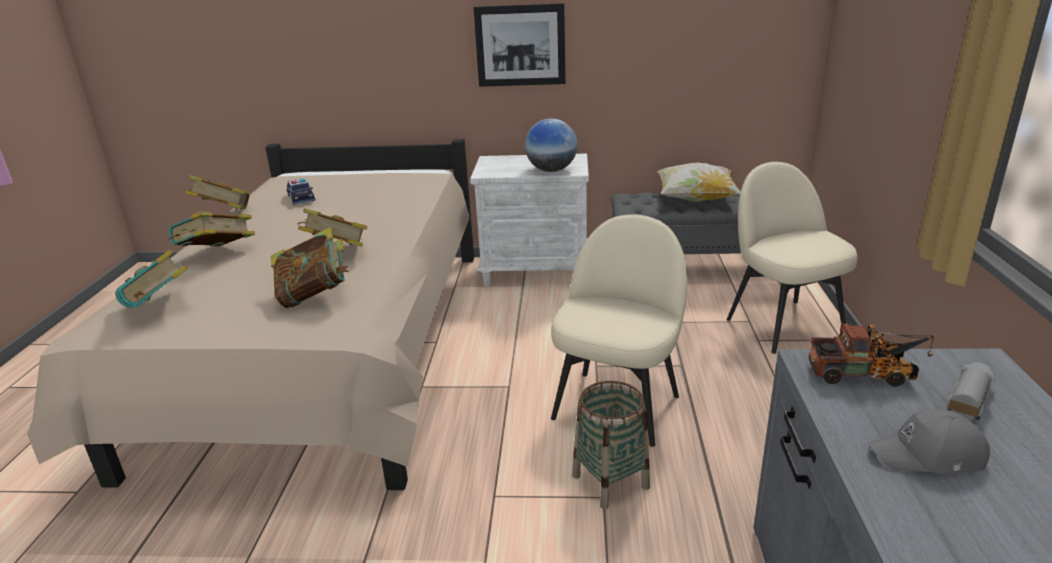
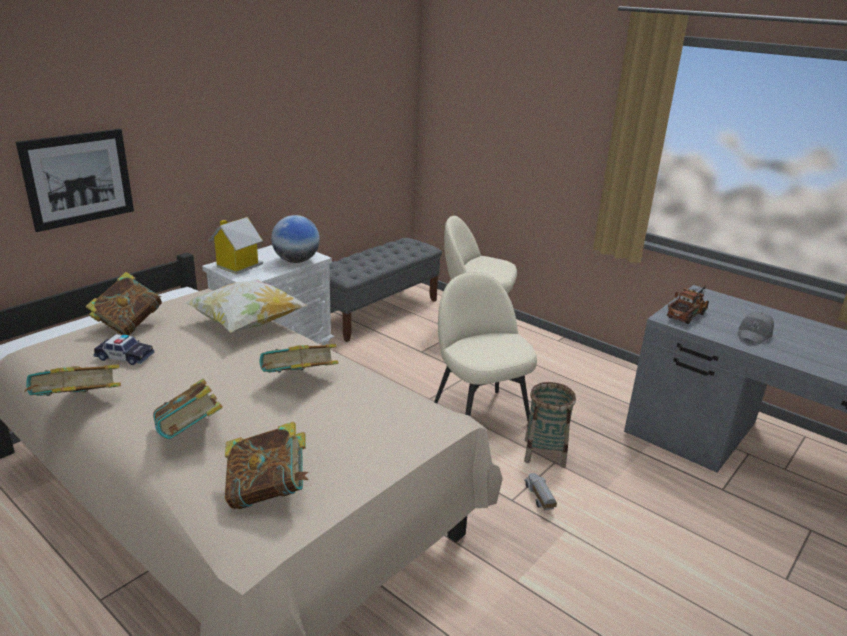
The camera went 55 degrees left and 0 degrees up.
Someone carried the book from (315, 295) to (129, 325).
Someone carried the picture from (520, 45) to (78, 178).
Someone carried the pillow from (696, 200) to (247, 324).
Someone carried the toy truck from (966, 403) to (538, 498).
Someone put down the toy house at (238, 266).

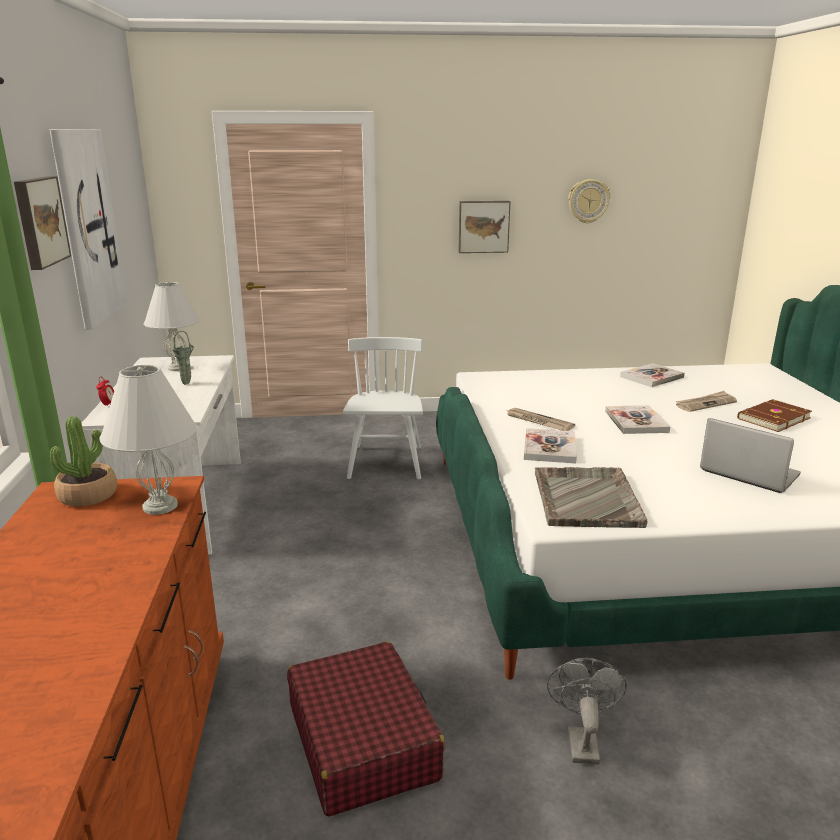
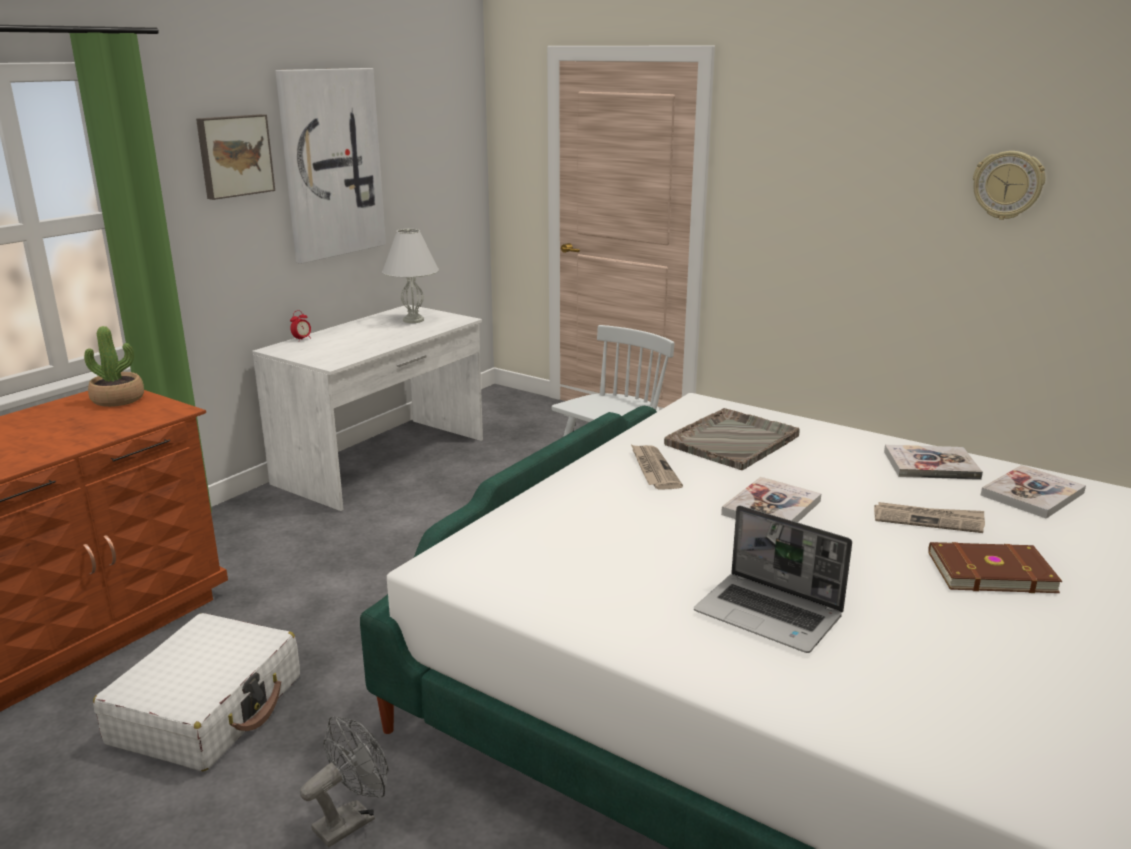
The camera went 40 degrees right and 0 degrees up.
Someone took away the white table lamp at (160, 506).
Someone took away the green vase at (187, 383).
Someone repainted the red suitcase at (362, 741), which became the white suitcase at (208, 709).
Someone took away the picture at (483, 226).
Someone carried the book from (549, 448) to (1032, 494).
Someone carried the grey tray from (586, 498) to (733, 440).
Someone rotated the laptop at (747, 473) by 135 degrees clockwise.

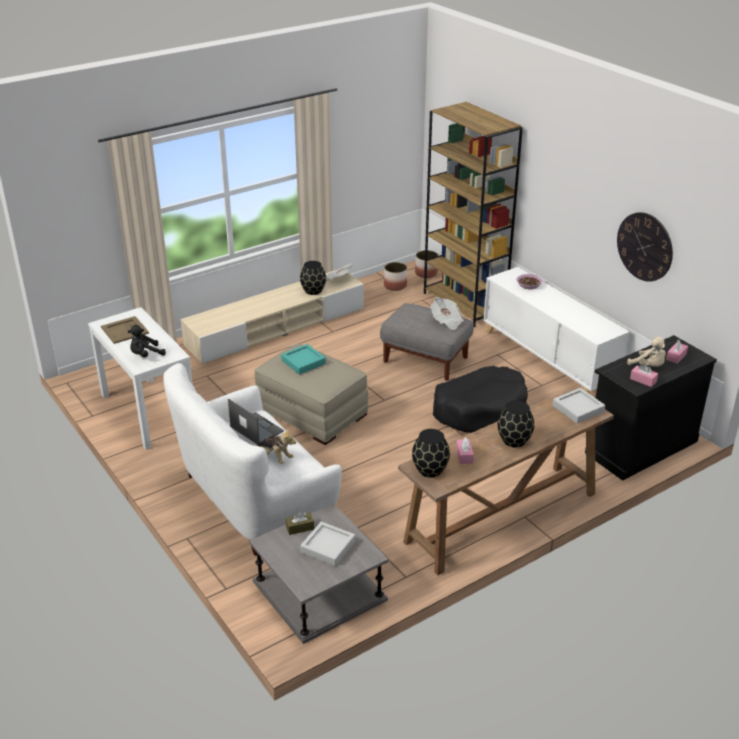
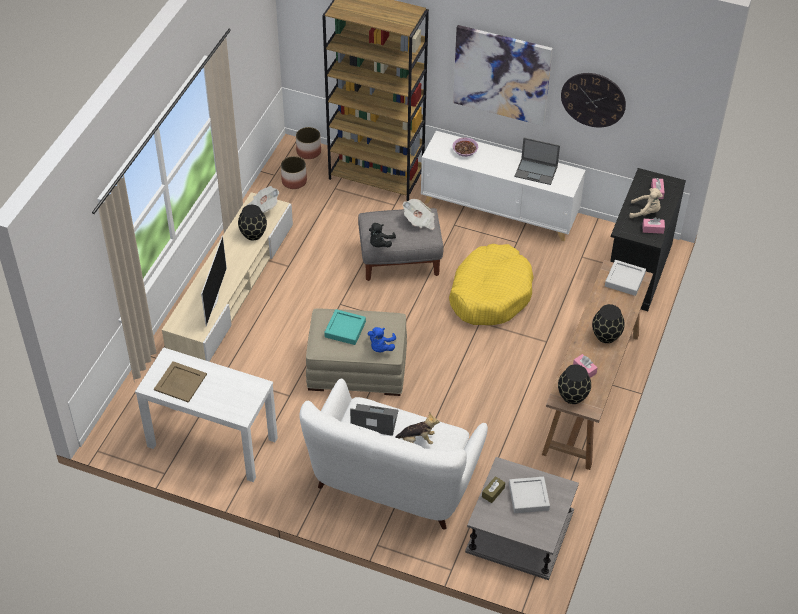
The camera went 35 degrees left and 15 degrees up.
Someone carried the black plush toy from (146, 355) to (380, 244).
Someone repainted the black dog bed at (480, 409), which became the yellow dog bed at (490, 294).
Someone put down the television at (213, 301).
Someone put down the blue plush toy at (381, 347).
Someone put up the picture at (501, 75).
Someone put down the laptop at (536, 171).

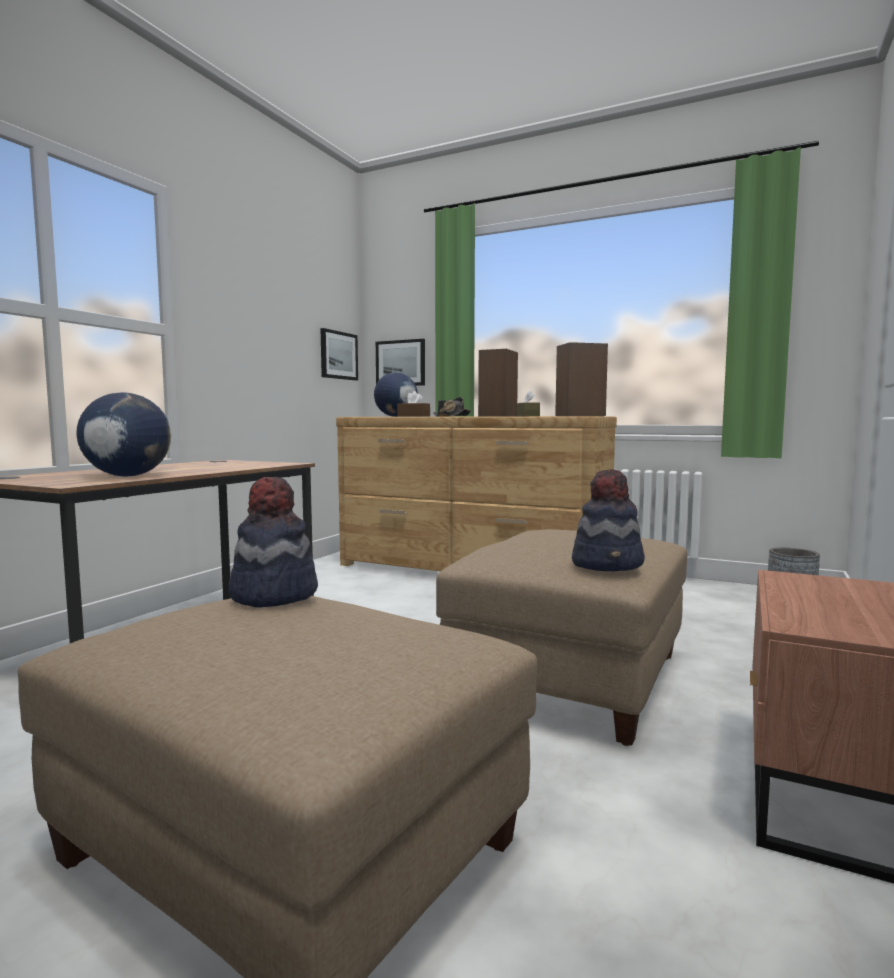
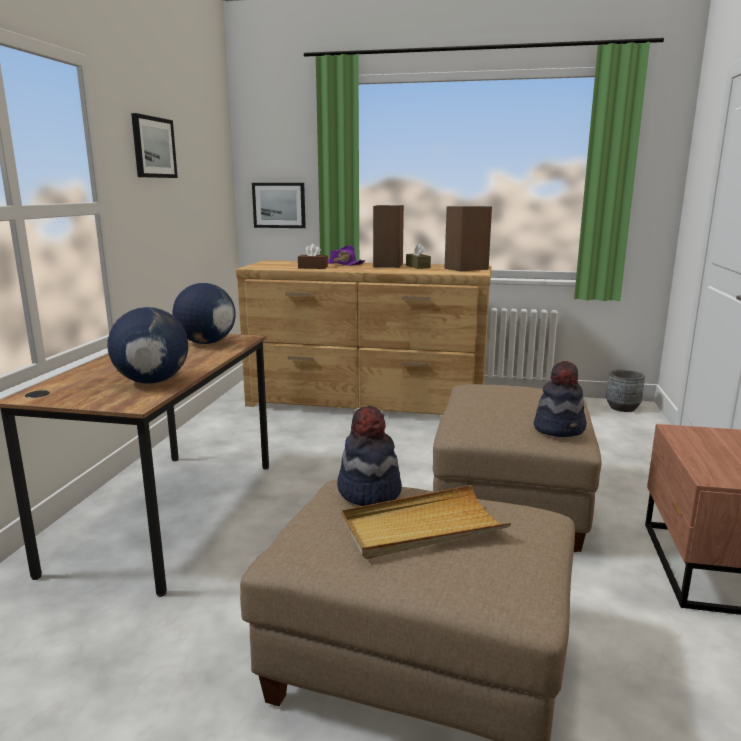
The camera went 15 degrees left and 10 degrees up.
Someone carried the picture from (338, 355) to (153, 147).
Someone carried the globe from (395, 416) to (206, 343).
Someone repainted the black hat at (450, 416), which became the purple hat at (342, 264).
Someone put down the beige tray at (422, 527).

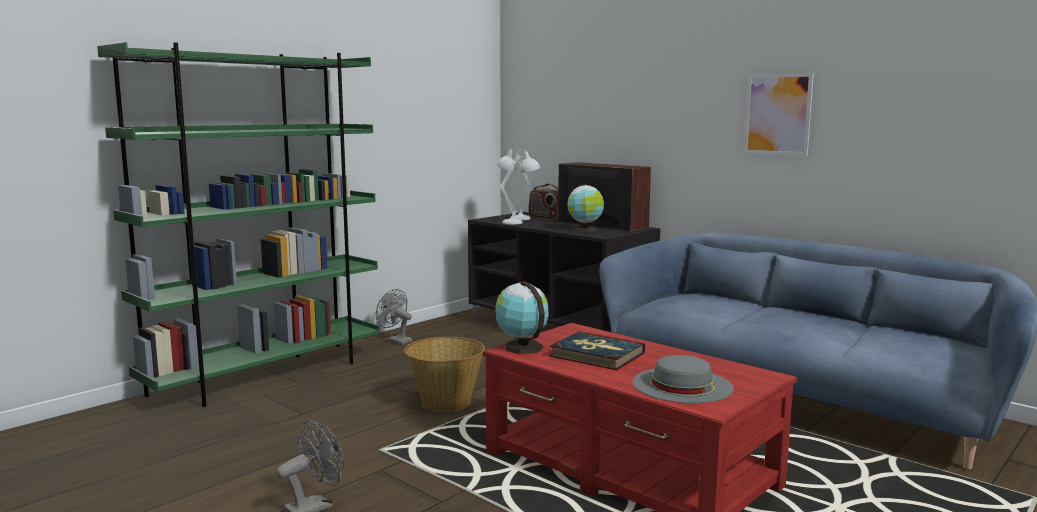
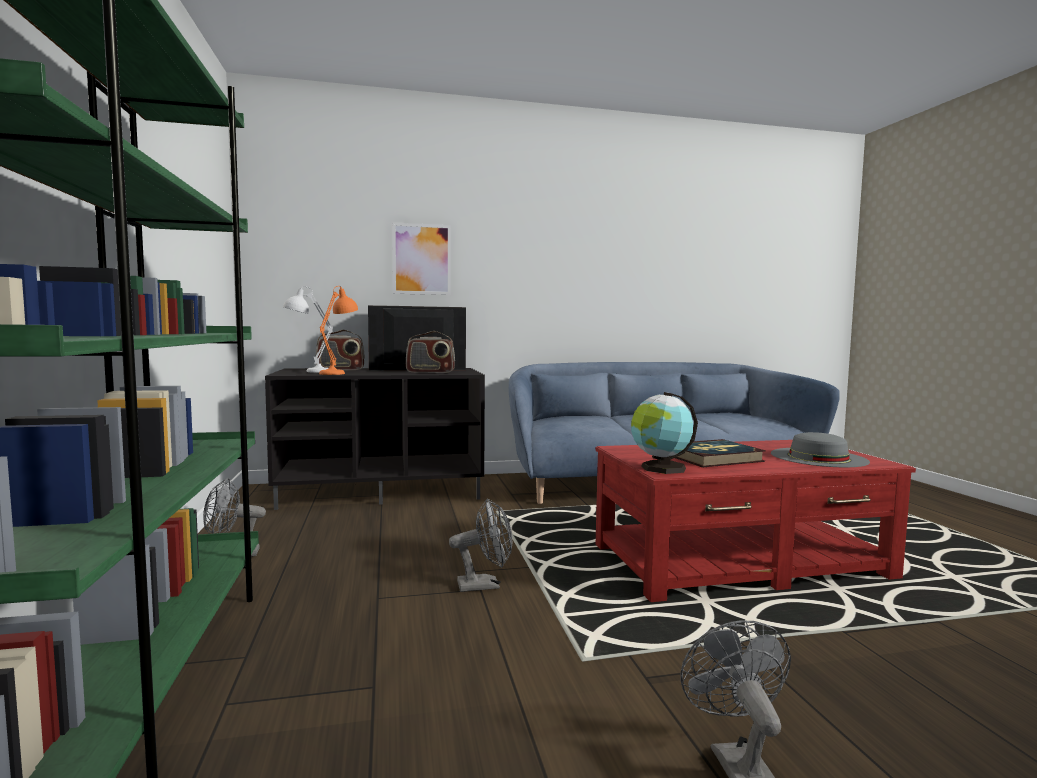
The camera went 55 degrees left and 5 degrees down.
Someone swapped the basket at (445, 402) for the grey fan at (485, 585).
Someone repainted the white table lamp at (521, 222), which became the orange table lamp at (340, 373).
Someone swapped the globe at (585, 230) for the radio at (430, 372).
Someone carried the picture from (777, 114) to (421, 259).

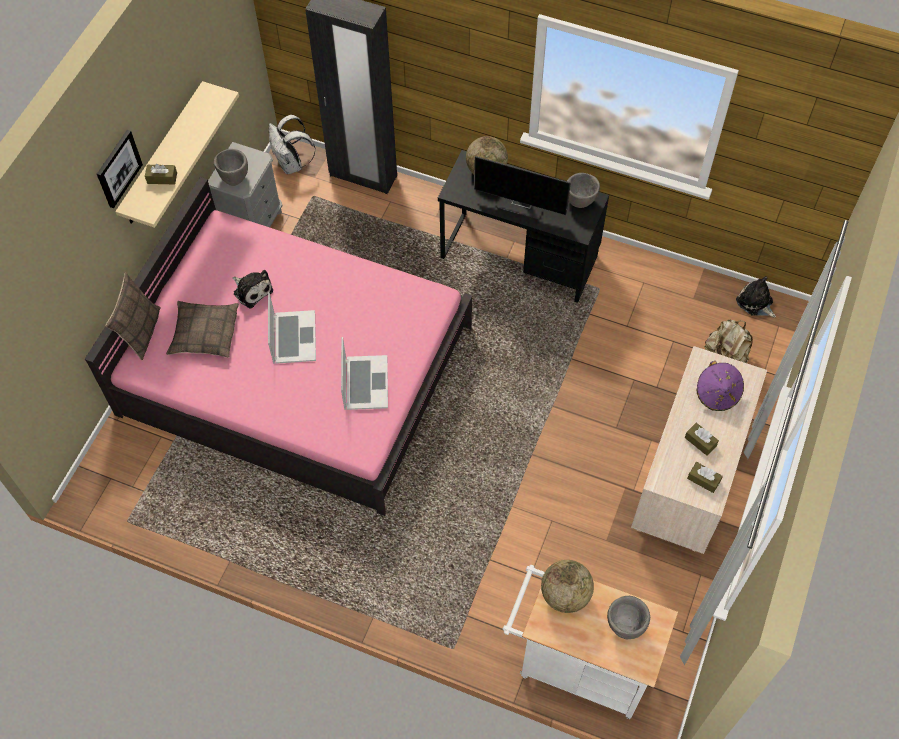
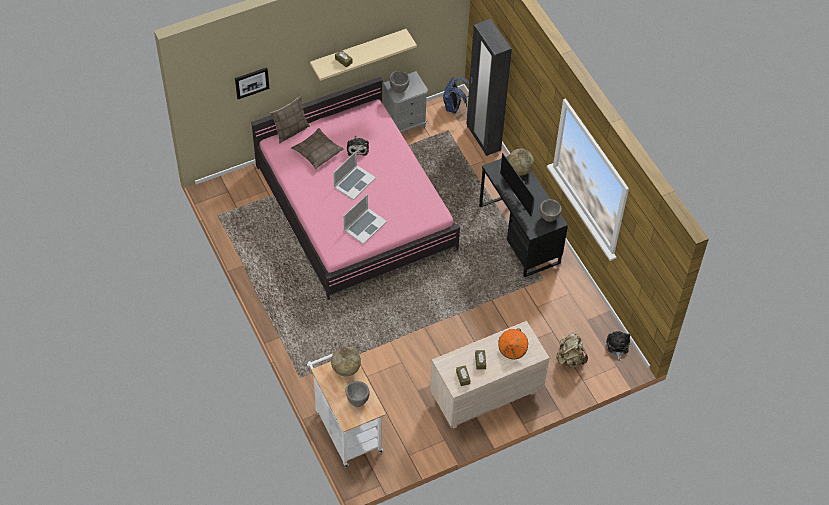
The camera went 40 degrees right and 5 degrees down.
Someone carried the picture from (118, 168) to (251, 82).
Someone repainted the white backpack at (292, 164), which became the blue backpack at (454, 107).
Someone repainted the purple hat at (717, 394), which became the orange hat at (512, 349).

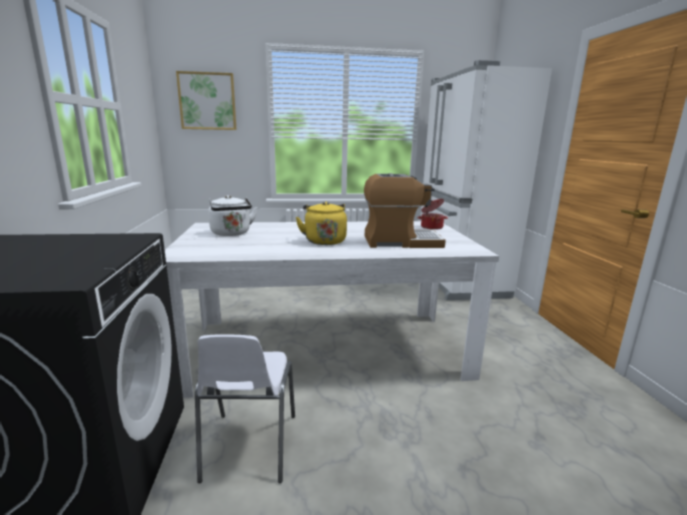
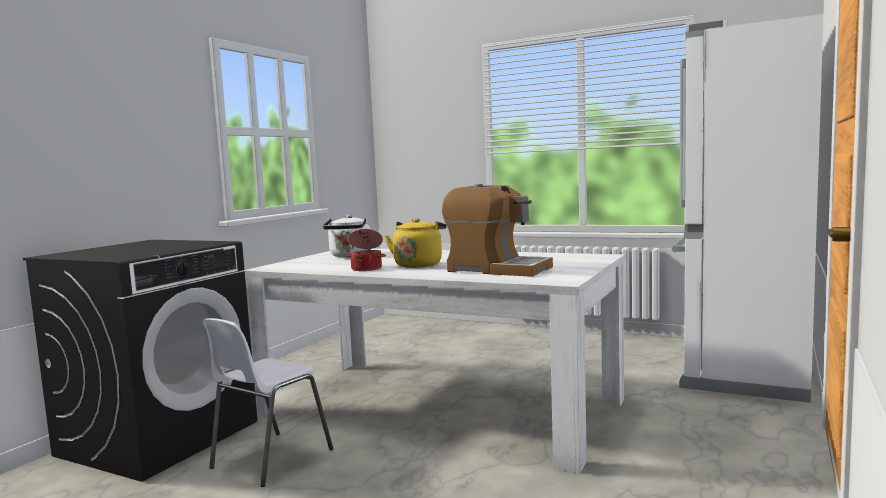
The camera went 35 degrees right and 10 degrees down.
Someone took away the picture at (207, 101).
Someone carried the cooking pot from (431, 227) to (367, 268).

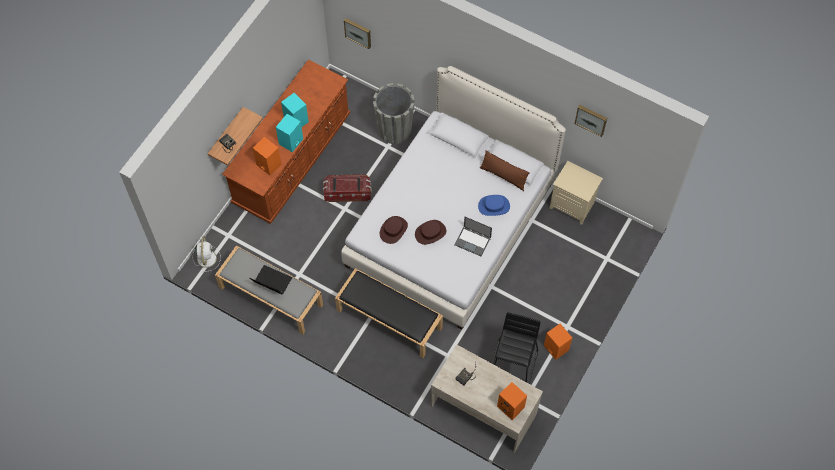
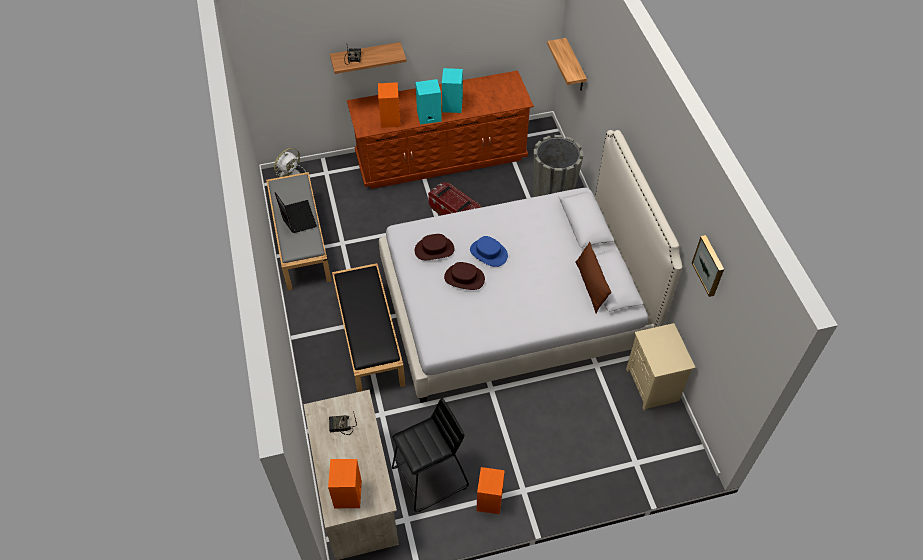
The camera went 45 degrees right and 10 degrees down.
Someone swapped the picture at (358, 32) for the shelf at (575, 66).
Someone took away the laptop at (473, 241).
Someone carried the blue hat from (494, 206) to (488, 253).

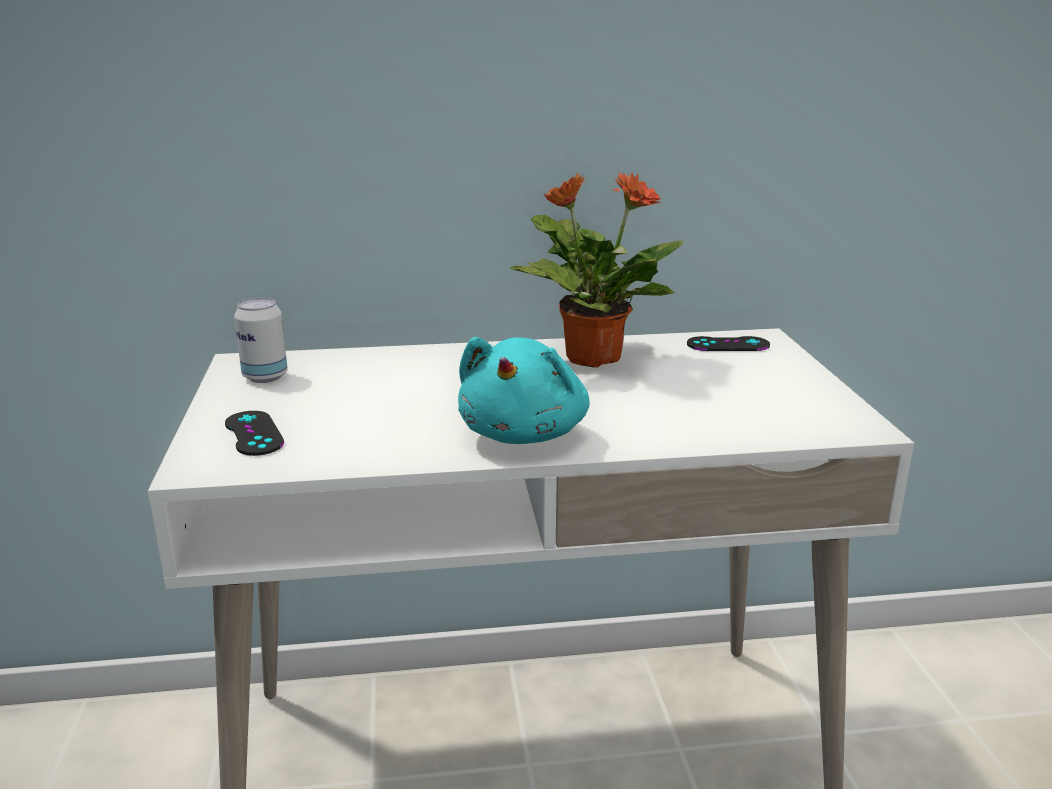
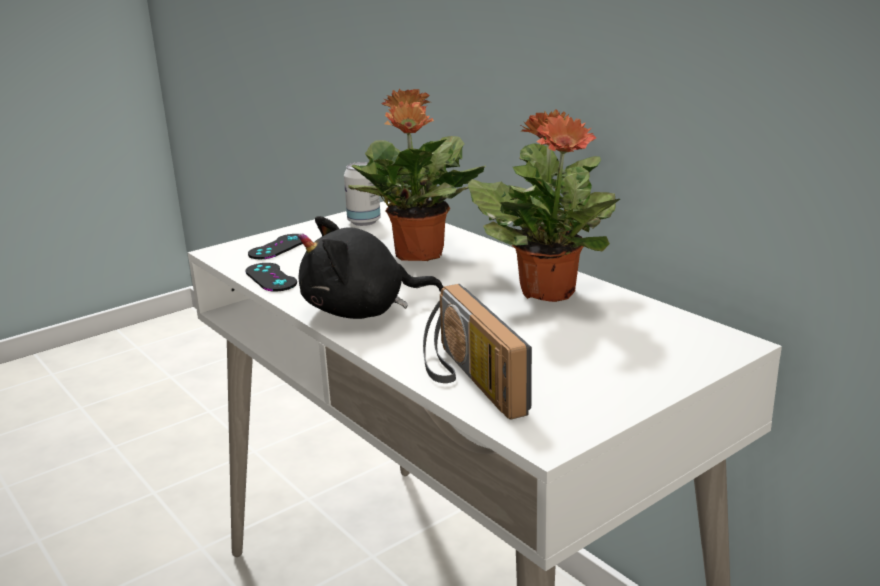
The camera went 60 degrees right and 0 degrees up.
Someone repainted the turquoise plush toy at (525, 433), which became the black plush toy at (362, 311).
Someone carried the black game controller from (728, 344) to (271, 277).
Someone put down the potted plant at (418, 255).
Someone put down the radio at (466, 381).

